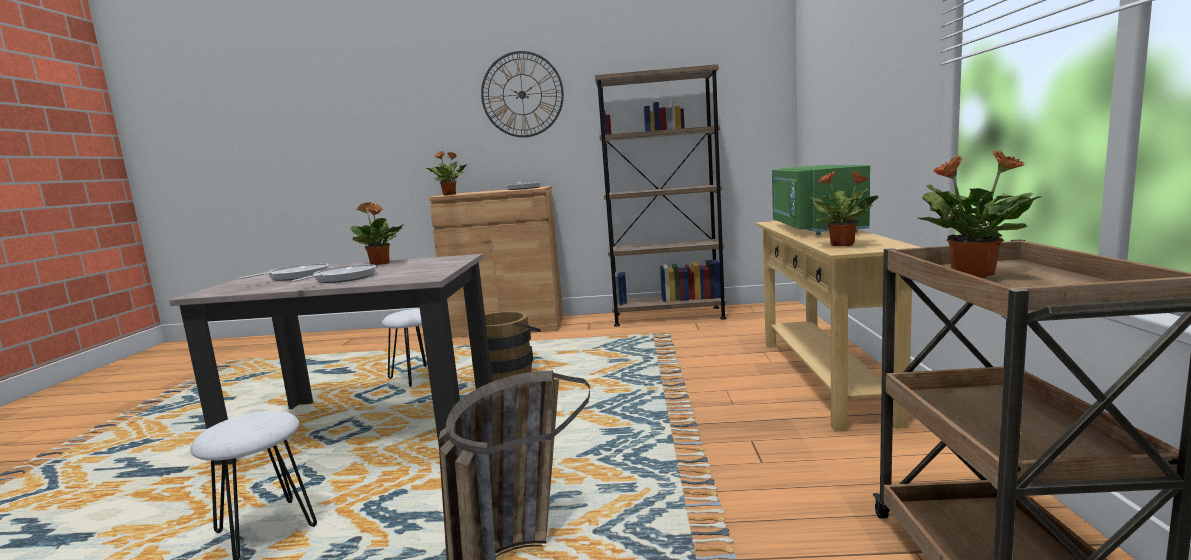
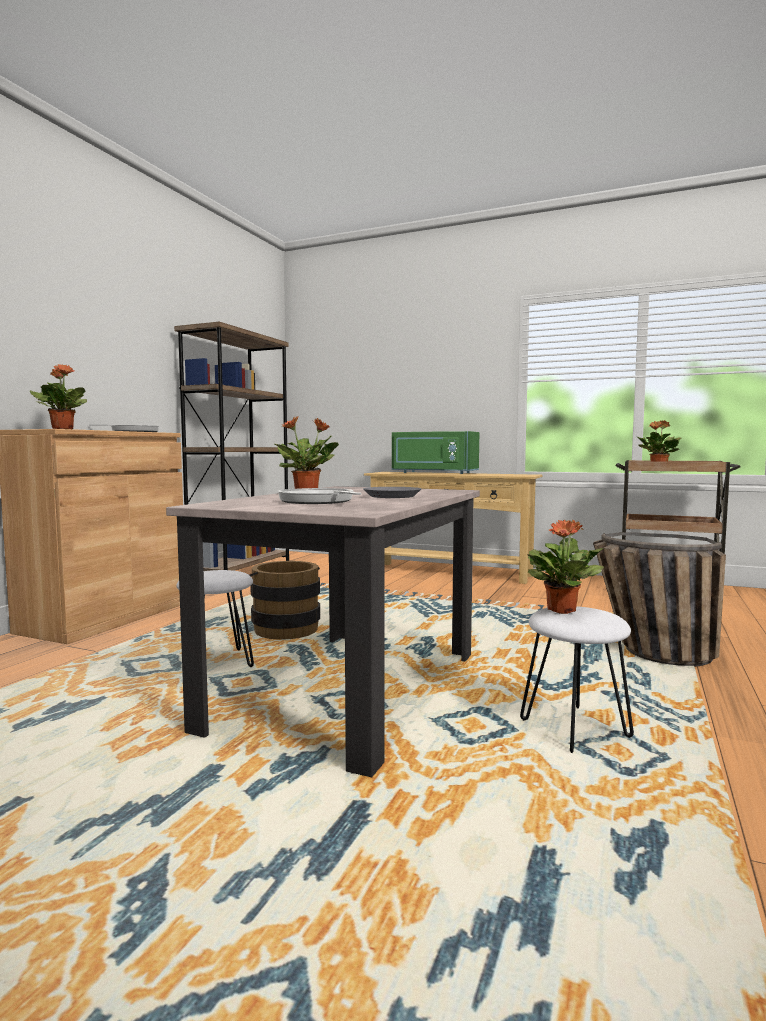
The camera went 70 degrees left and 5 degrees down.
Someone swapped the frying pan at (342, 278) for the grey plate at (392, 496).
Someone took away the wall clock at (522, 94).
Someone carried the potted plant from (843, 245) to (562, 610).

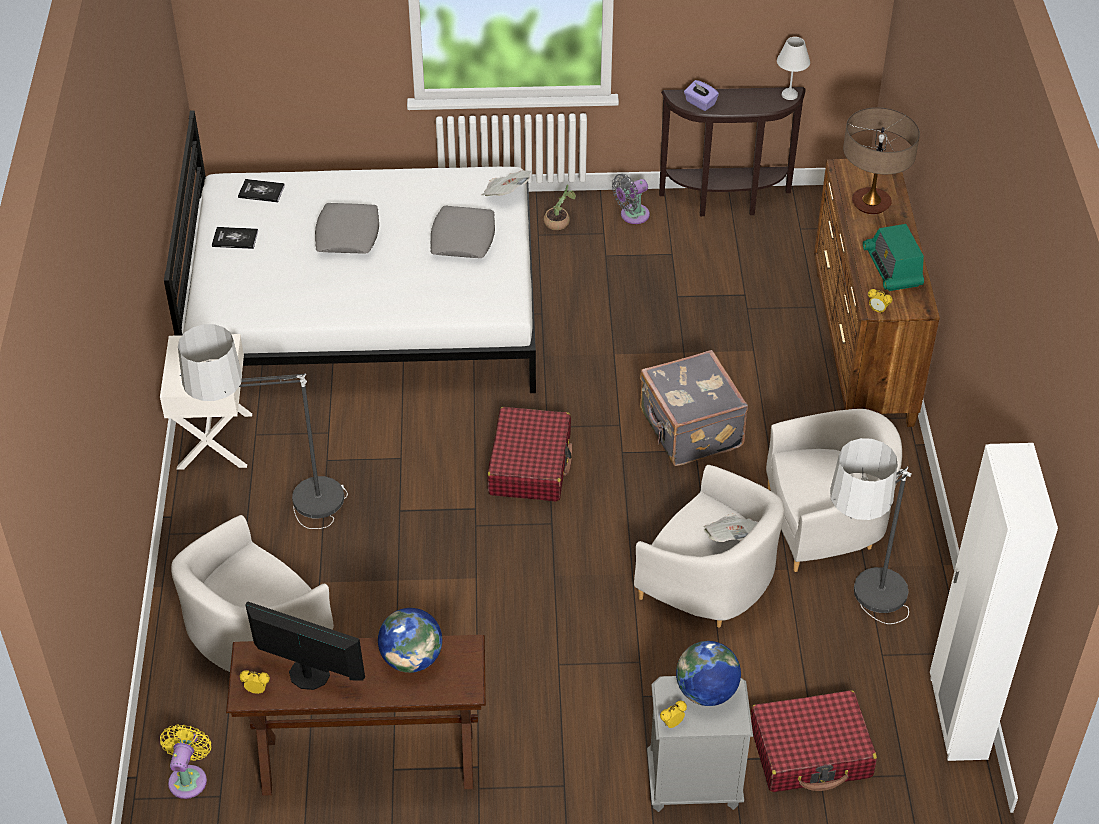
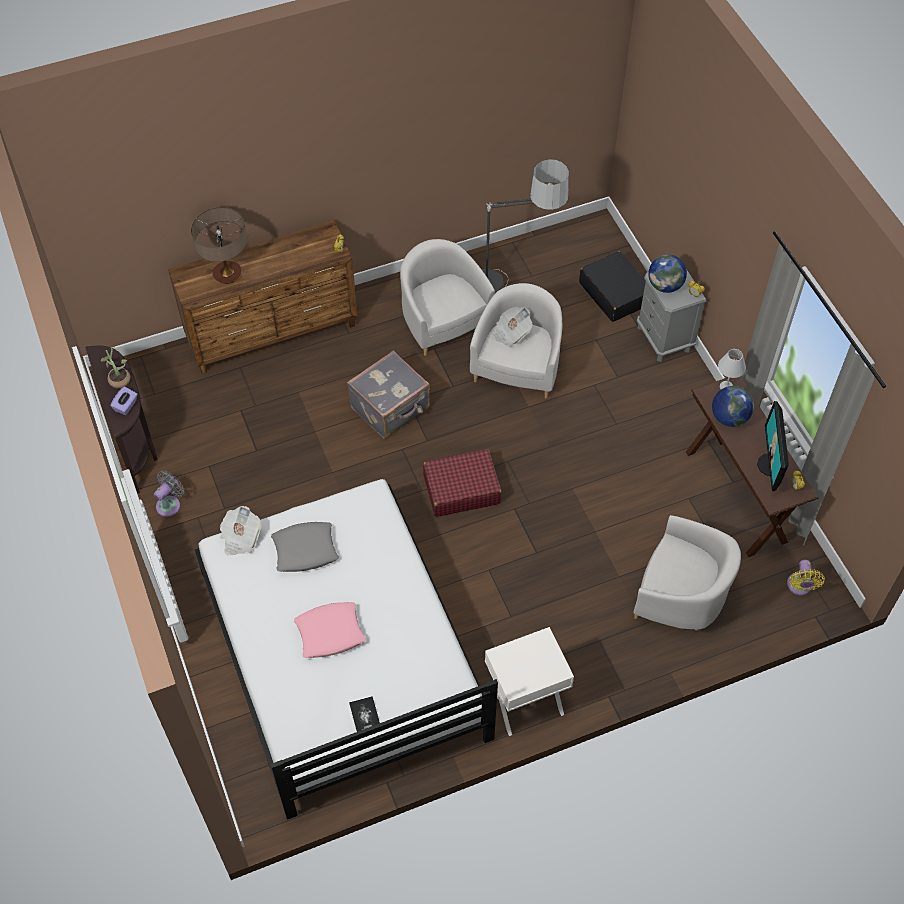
The camera went 110 degrees left and 10 degrees up.
Someone rotated the yellow fan at (189, 778) by 75 degrees counterclockwise.
Someone took away the floor lamp at (282, 519).
Someone took away the book at (261, 191).
Someone repainted the grey pillow at (347, 234), which became the pink pillow at (330, 633).
Someone carried the potted plant from (560, 222) to (118, 378).
Someone rotated the grey fan at (632, 215) by 90 degrees counterclockwise.
Someone repainted the red suitcase at (811, 752), which became the black suitcase at (614, 293).
Someone carried the white table lamp from (790, 94) to (725, 386).
Someone took away the radio at (892, 268).
Someone took away the white wardrobe at (957, 718).

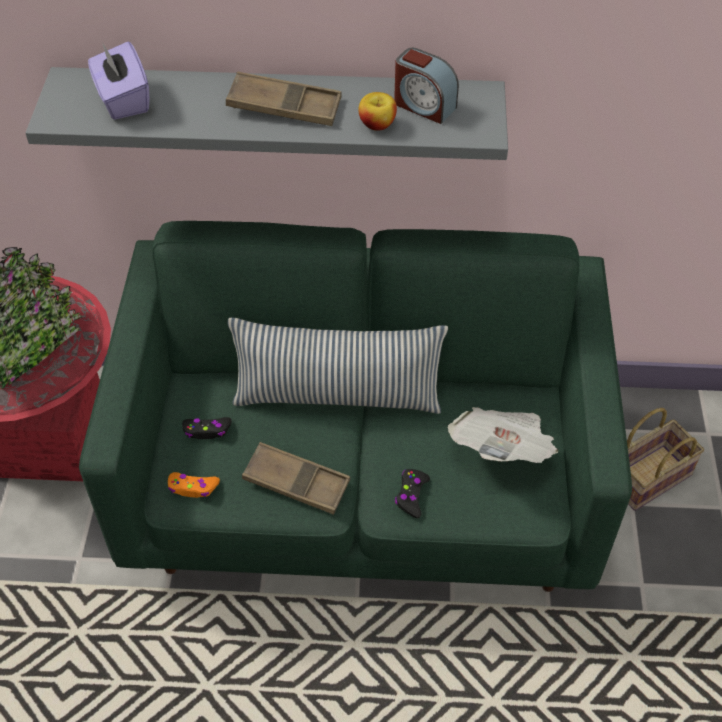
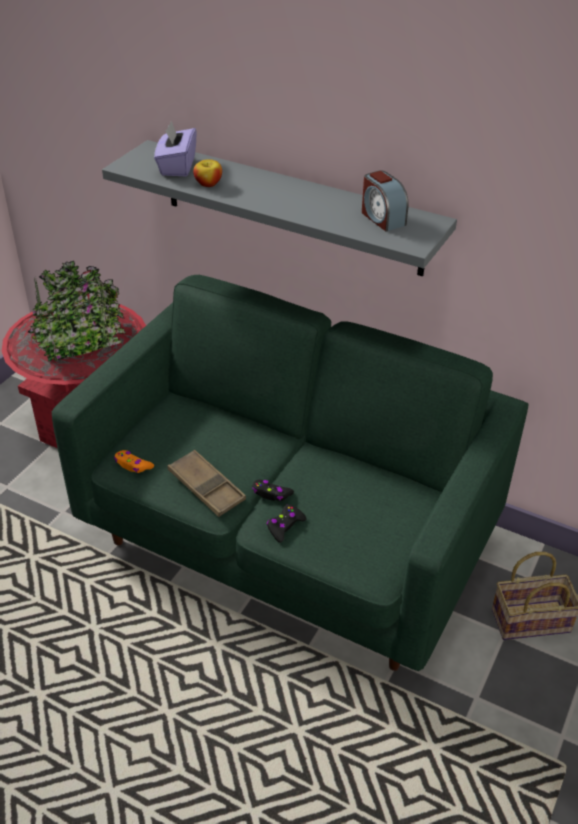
The camera went 25 degrees right and 10 degrees down.
Someone carried the black game controller from (207, 431) to (271, 494).
Someone took away the brown tray at (284, 107).
Someone took away the pillow at (337, 396).
Someone carried the apple from (377, 124) to (208, 184).
Someone took away the newspaper at (502, 450).

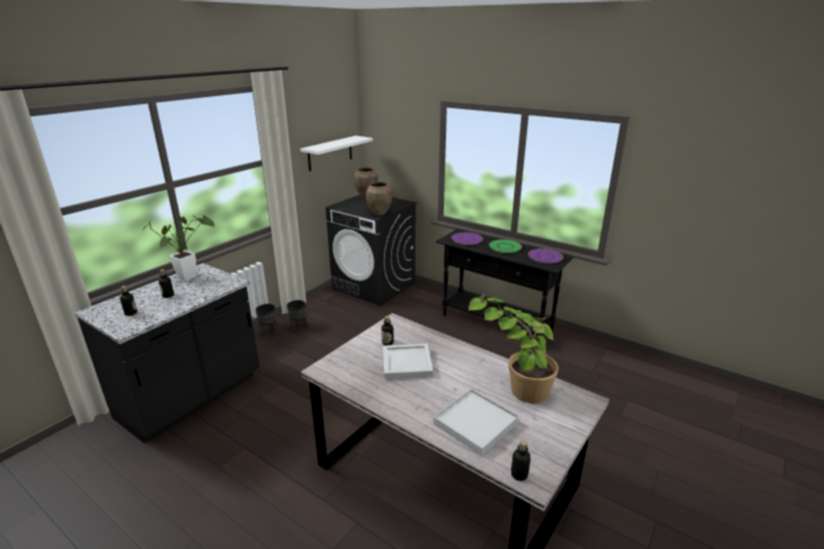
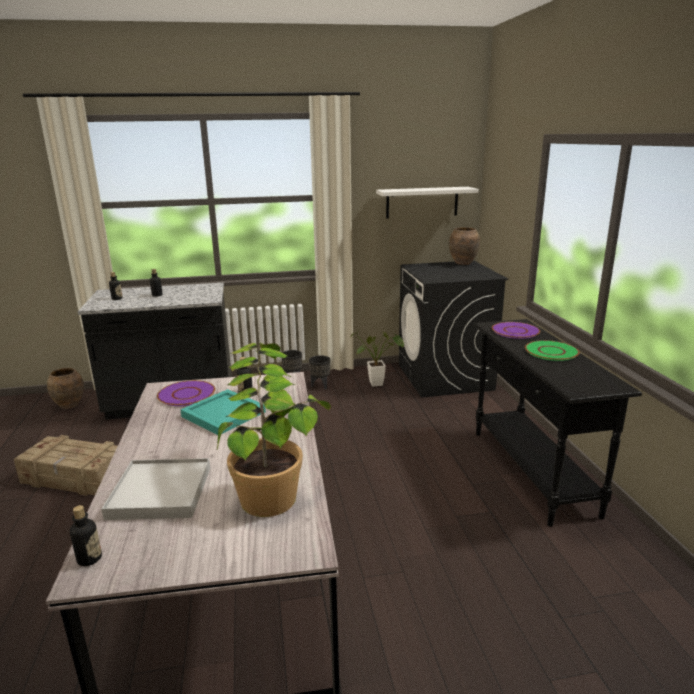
The camera went 45 degrees right and 5 degrees down.
Someone carried the potted plant from (191, 276) to (379, 383).
Someone carried the brown vase from (379, 213) to (69, 405).
Someone repainted the white tray at (406, 363), which became the turquoise tray at (222, 414).
Someone carried the purple plate from (545, 257) to (186, 394).
Someone put down the crate at (75, 477).

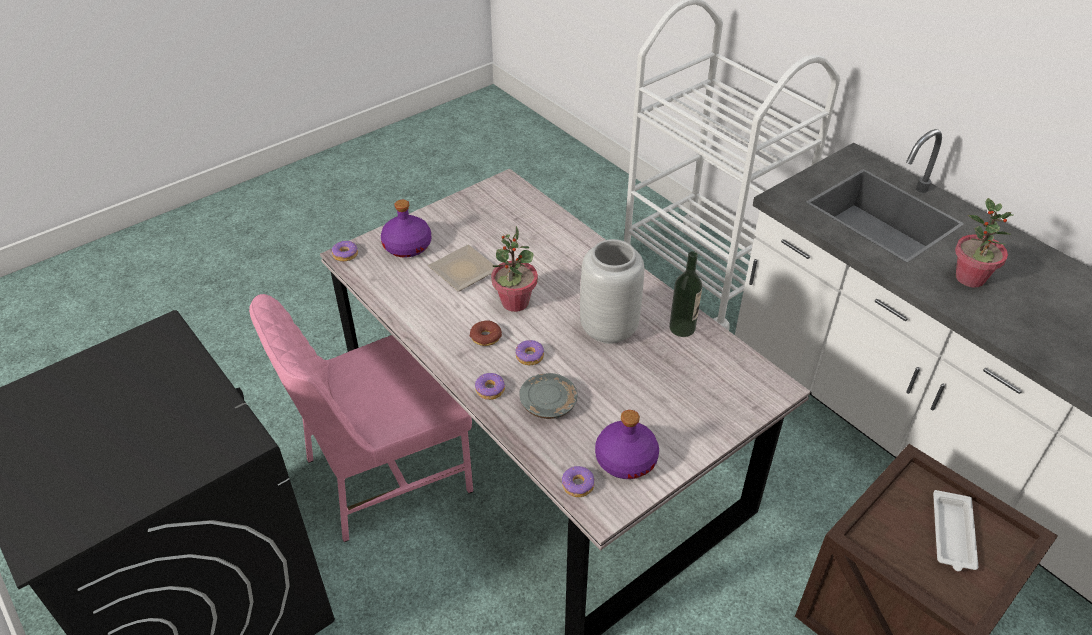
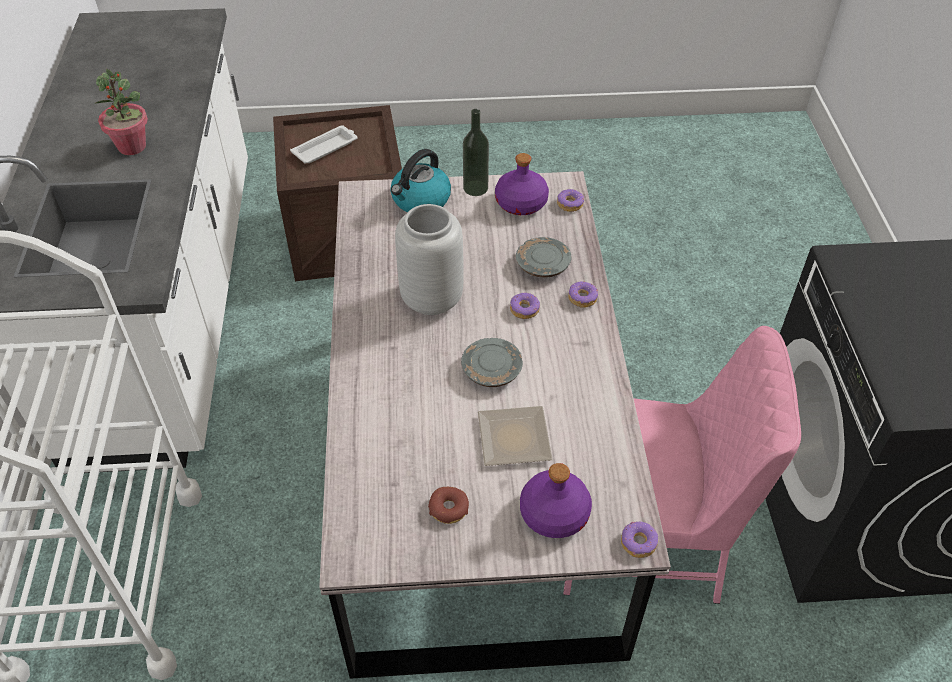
The camera went 145 degrees left and 5 degrees up.
Someone carried the donut from (486, 337) to (449, 508).
Someone swapped the potted plant at (515, 302) for the grey plate at (492, 370).
Someone carried the bottle from (682, 328) to (475, 188).
Someone put down the kettle at (420, 200).

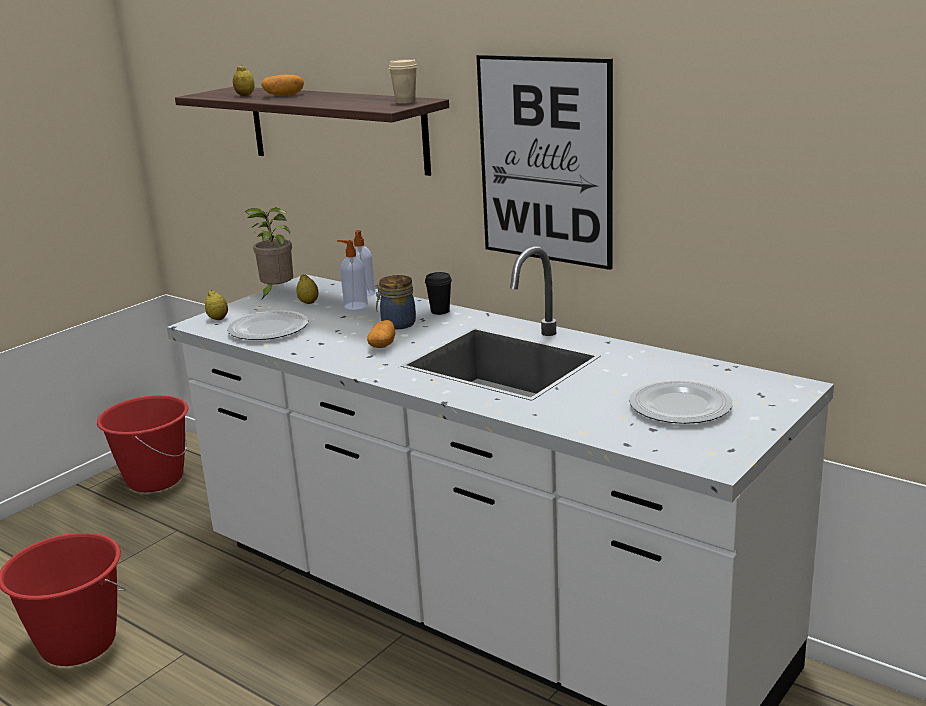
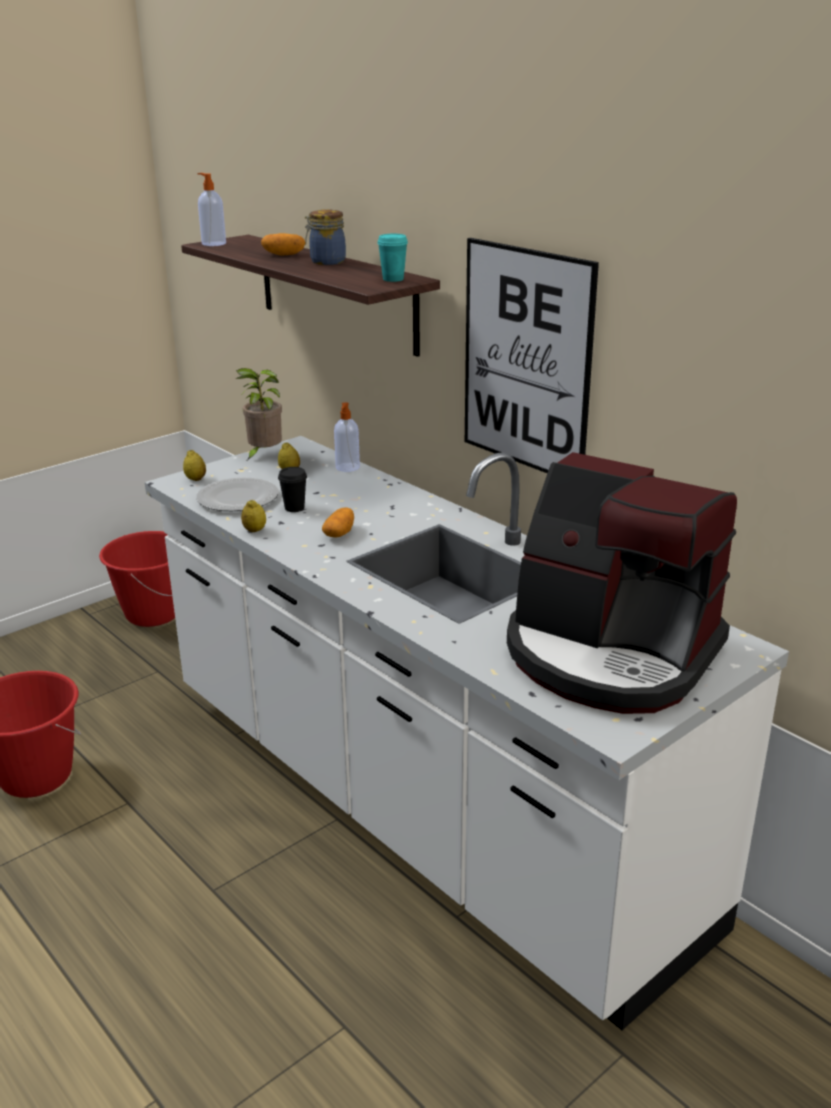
The camera went 10 degrees right and 5 degrees up.
Someone carried the lemon from (245, 95) to (254, 530).
Someone carried the soap dispenser from (355, 305) to (213, 243).
Someone carried the jar from (397, 324) to (326, 262).
Someone repainted the beige cup at (405, 102), which became the turquoise cup at (393, 279).
Someone carried the black cup from (440, 311) to (294, 508).
Someone swapped the plate at (681, 406) for the coffee machine at (610, 654).

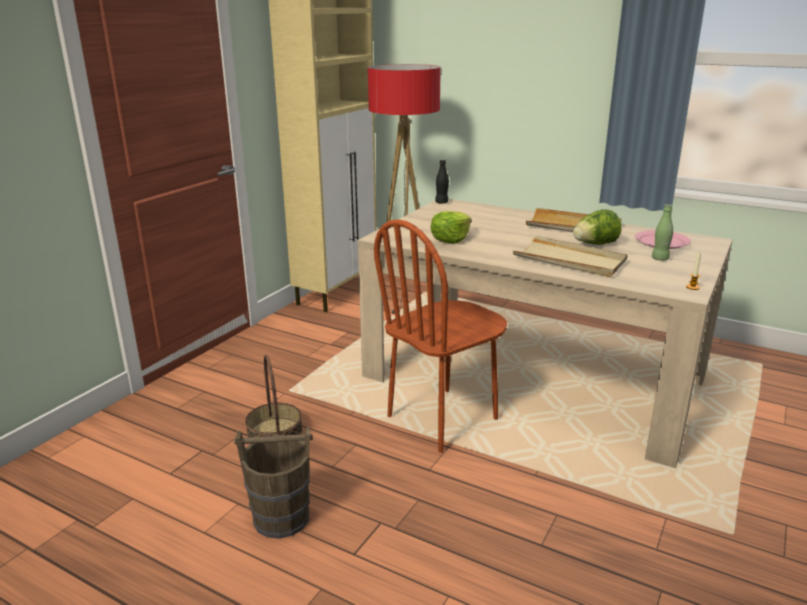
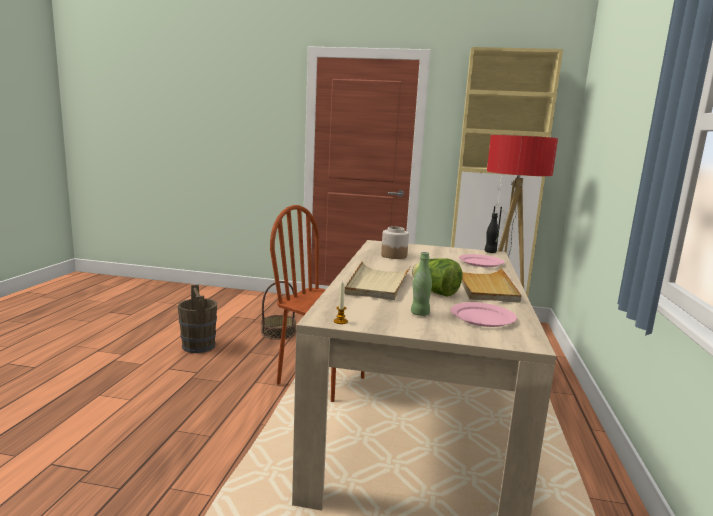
The camera went 70 degrees right and 10 degrees down.
Someone swapped the lettuce at (451, 239) for the jar at (393, 256).
Someone put down the pink plate at (481, 262).

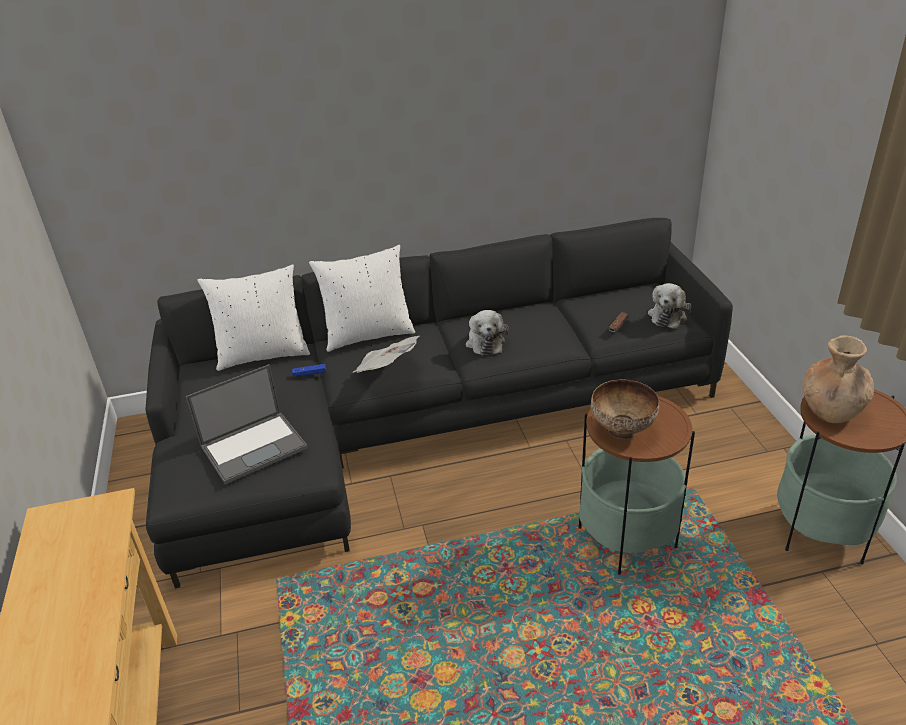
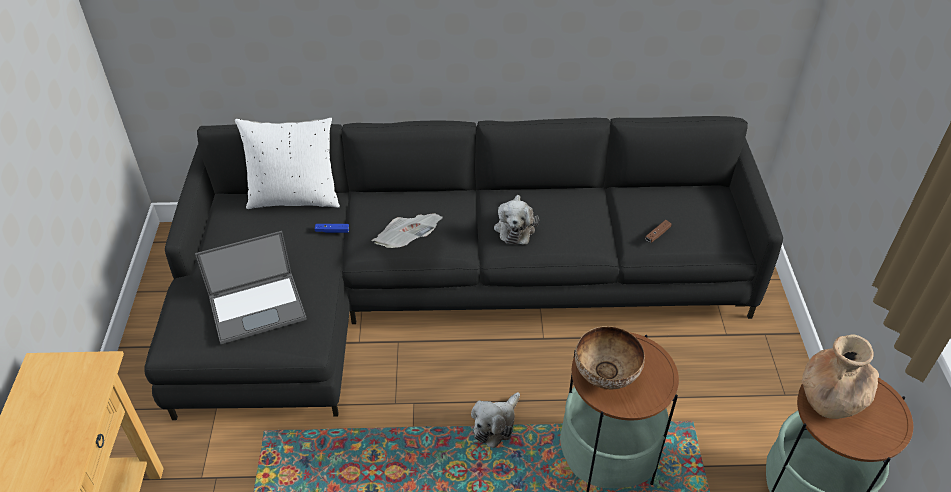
The camera went 10 degrees right and 10 degrees up.
Someone took away the white pillow at (368, 334).
Someone carried the plush toy from (668, 315) to (495, 425).

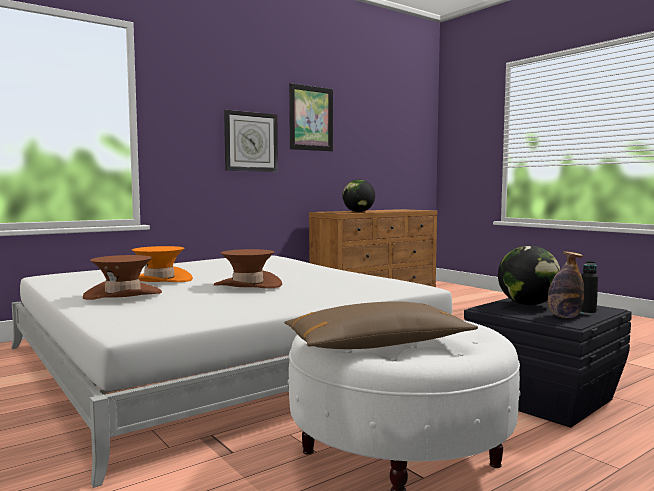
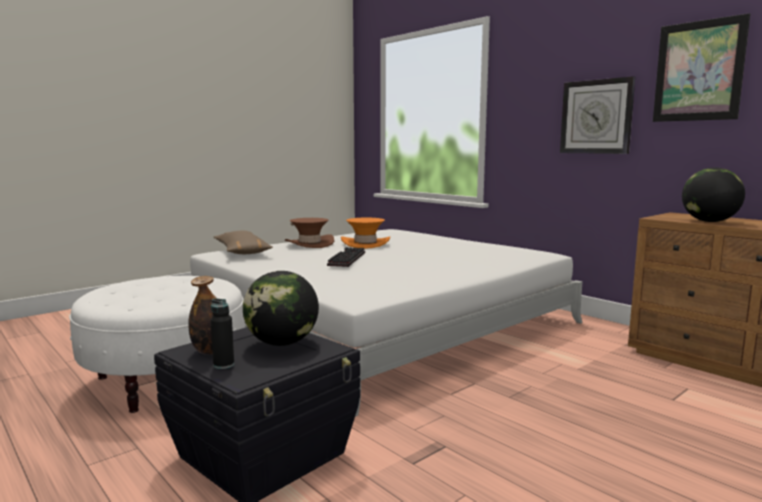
The camera went 85 degrees right and 5 degrees up.
Someone swapped the brown hat at (248, 285) for the keyboard at (346, 259).
Someone carried the brown pillow from (377, 345) to (242, 252).

